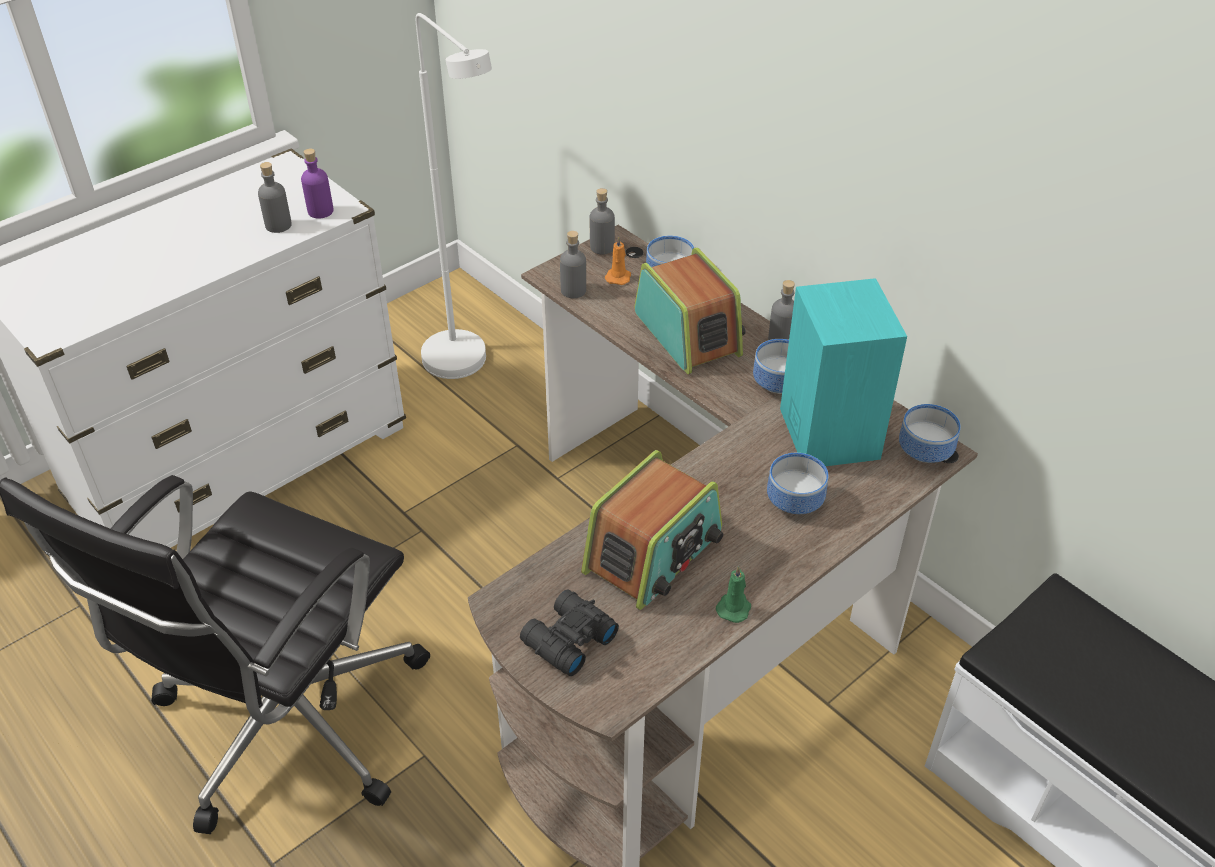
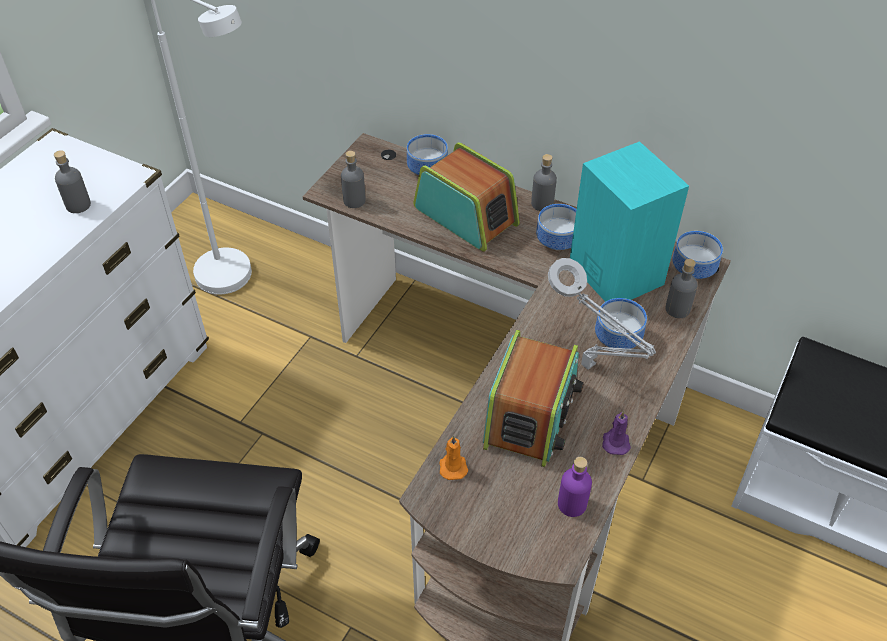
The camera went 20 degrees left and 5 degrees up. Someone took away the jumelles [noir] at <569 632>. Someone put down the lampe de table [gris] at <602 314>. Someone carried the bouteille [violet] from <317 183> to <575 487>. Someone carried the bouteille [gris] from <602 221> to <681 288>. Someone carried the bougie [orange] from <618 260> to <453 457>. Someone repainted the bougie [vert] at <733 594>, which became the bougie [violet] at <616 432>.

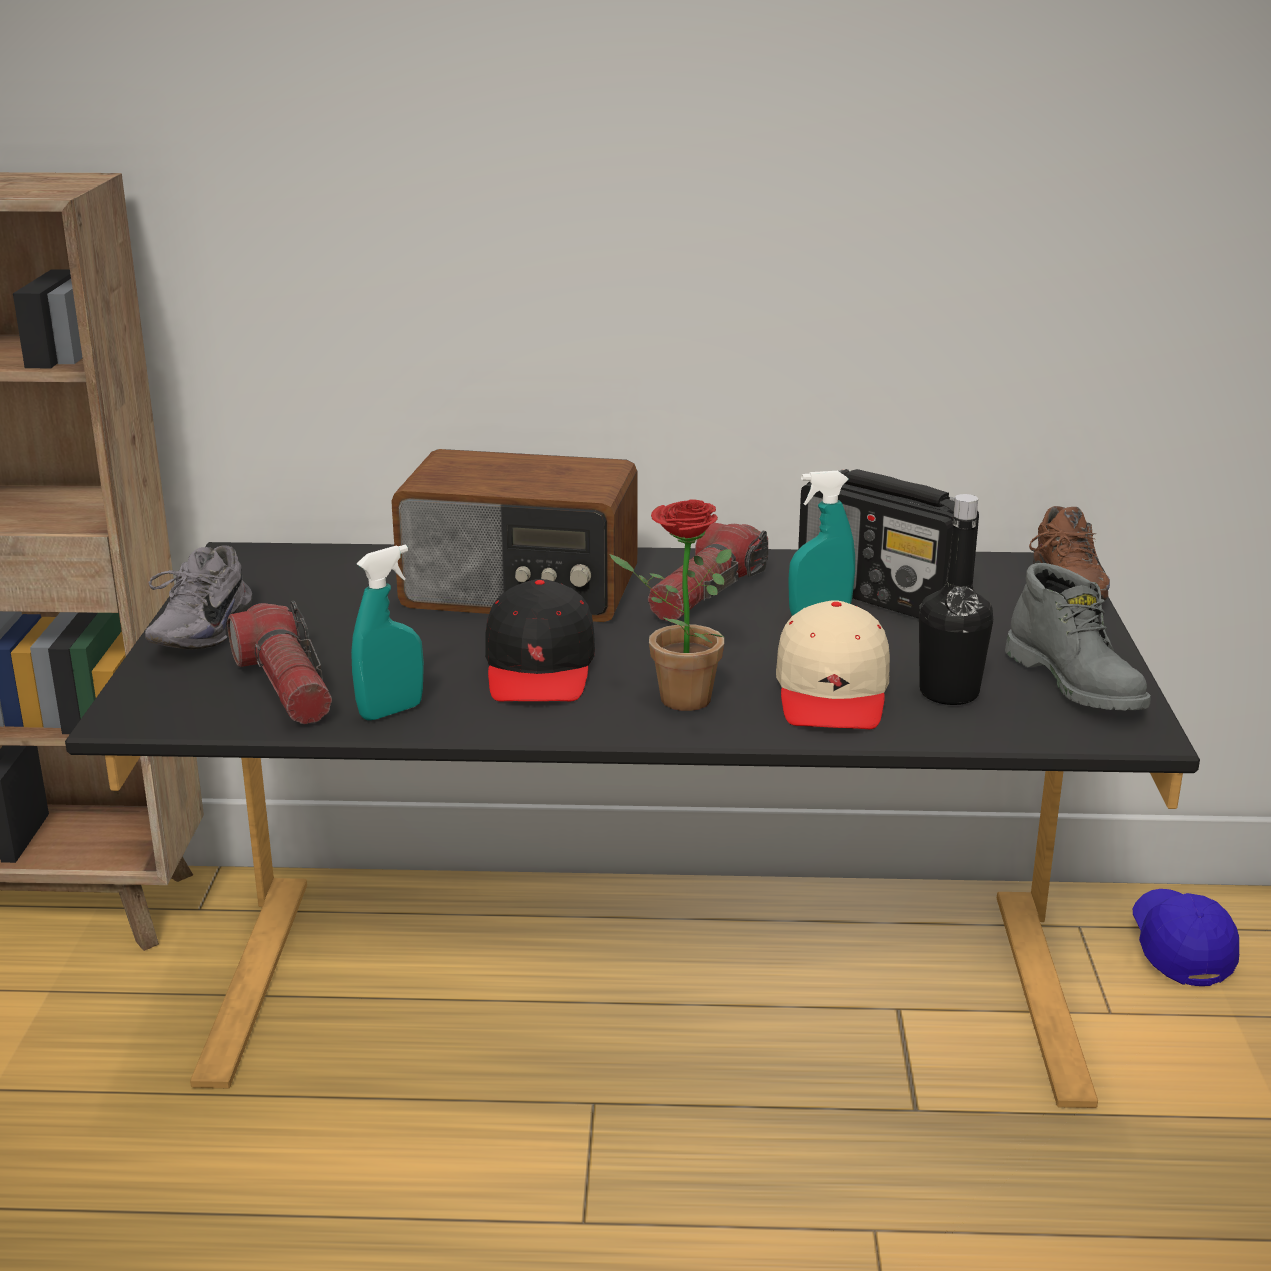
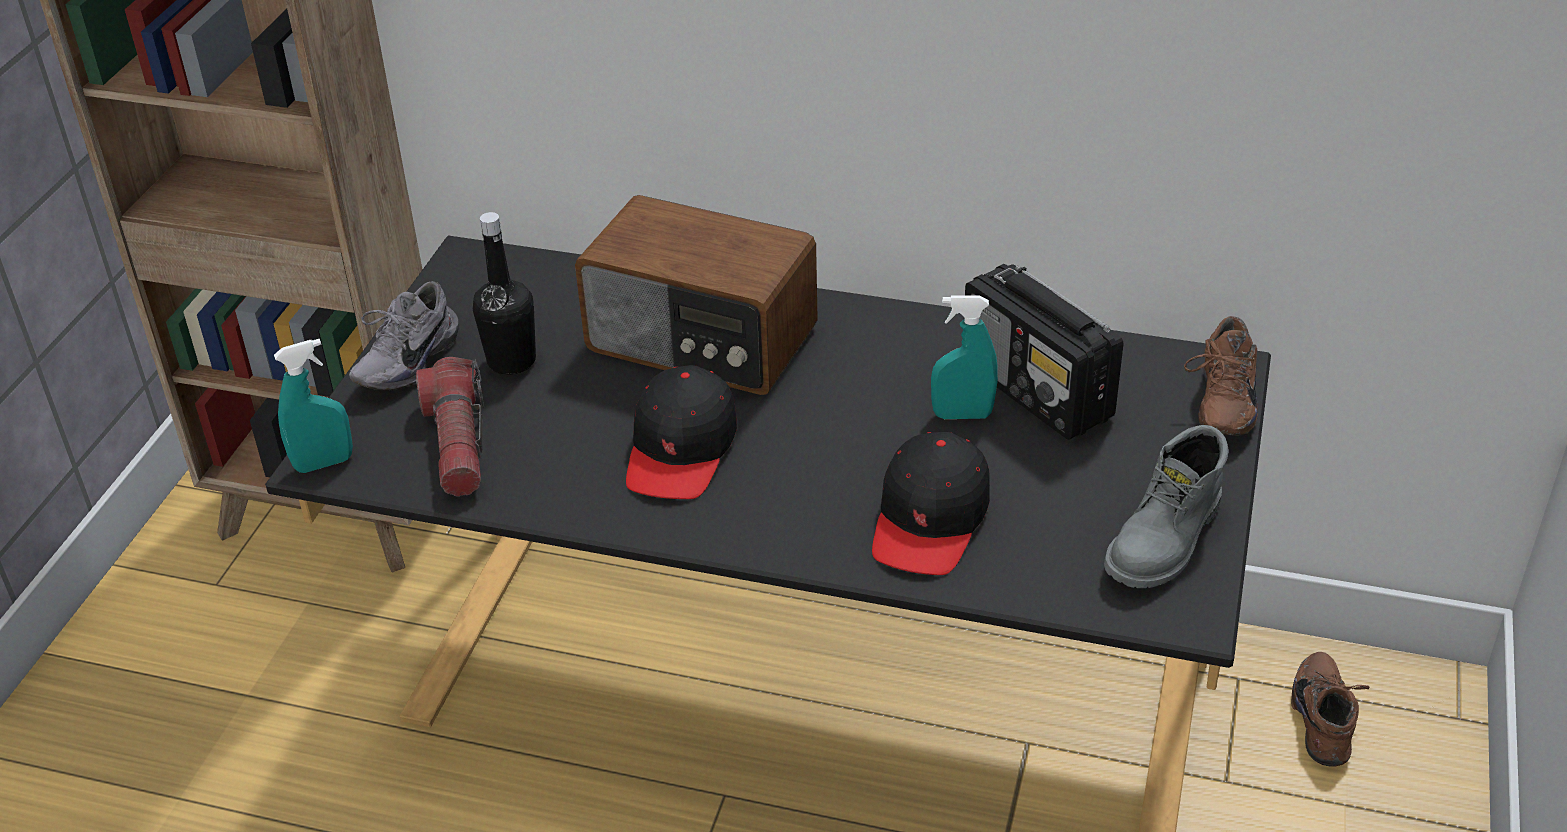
The camera went 15 degrees right and 15 degrees up. Someone took away the plante en pot at <671 605>. Someone took away the lampe de poche at <708 572>. Someone carried the vaporisateur [turquoise] from <387 632> to <313 406>. Someone carried the bouteille [noir] from <956 599> to <504 293>. Someone swapped the casquette [bleu] at <1186 937> for the chaussure [marron] at <1330 709>. Someone repainted the casquette [beige] at <833 664>, which became the casquette [noir] at <931 503>. Someone rotated the botte [gris] at <1078 637> by 45 degrees clockwise.

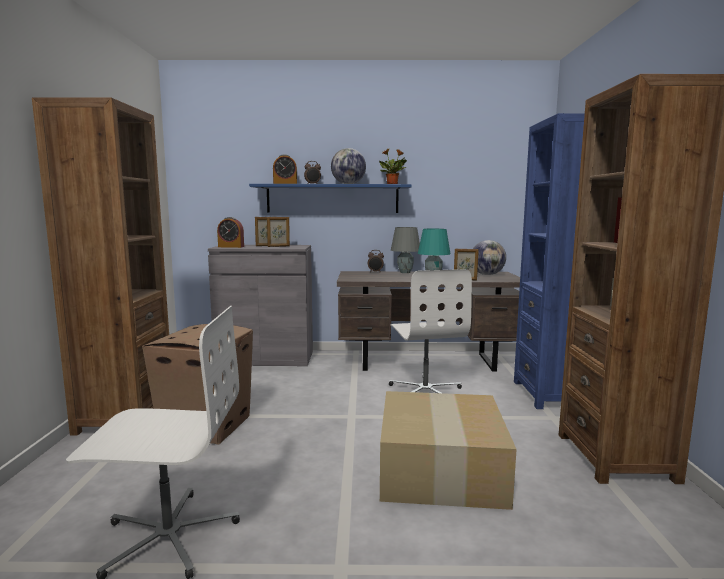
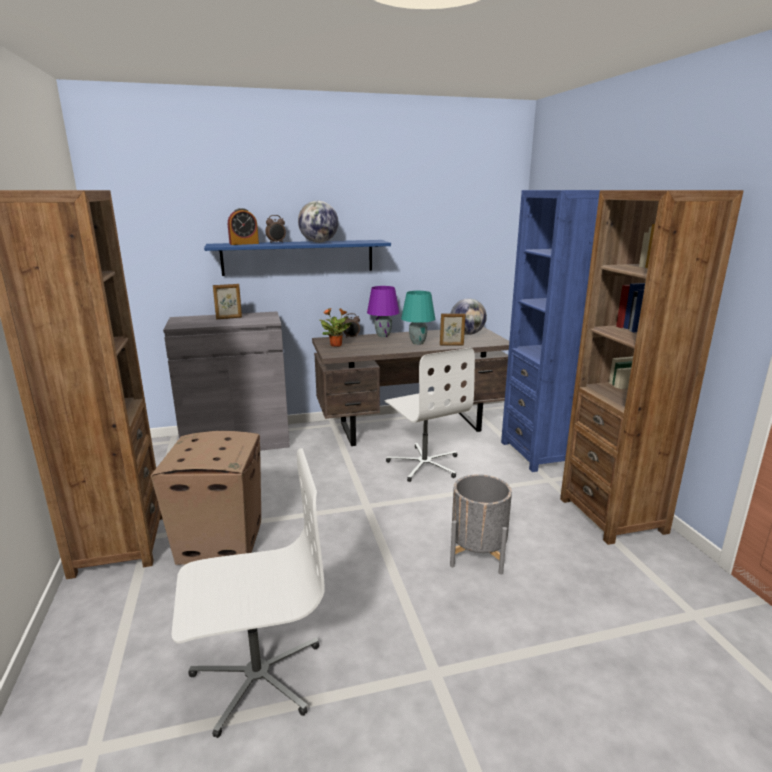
The camera went 15 degrees left and 10 degrees up. Someone took away the réveil at <230 232>. Someone took away the cadre photo at <278 232>. Someone carried the plante en pot from <393 166> to <335 327>. Someone swapped the carton at <448 450> for the cache-pot [gris] at <481 524>. Someone repainted the lampe de table [gris] at <405 250>, which became the lampe de table [violet] at <383 311>.

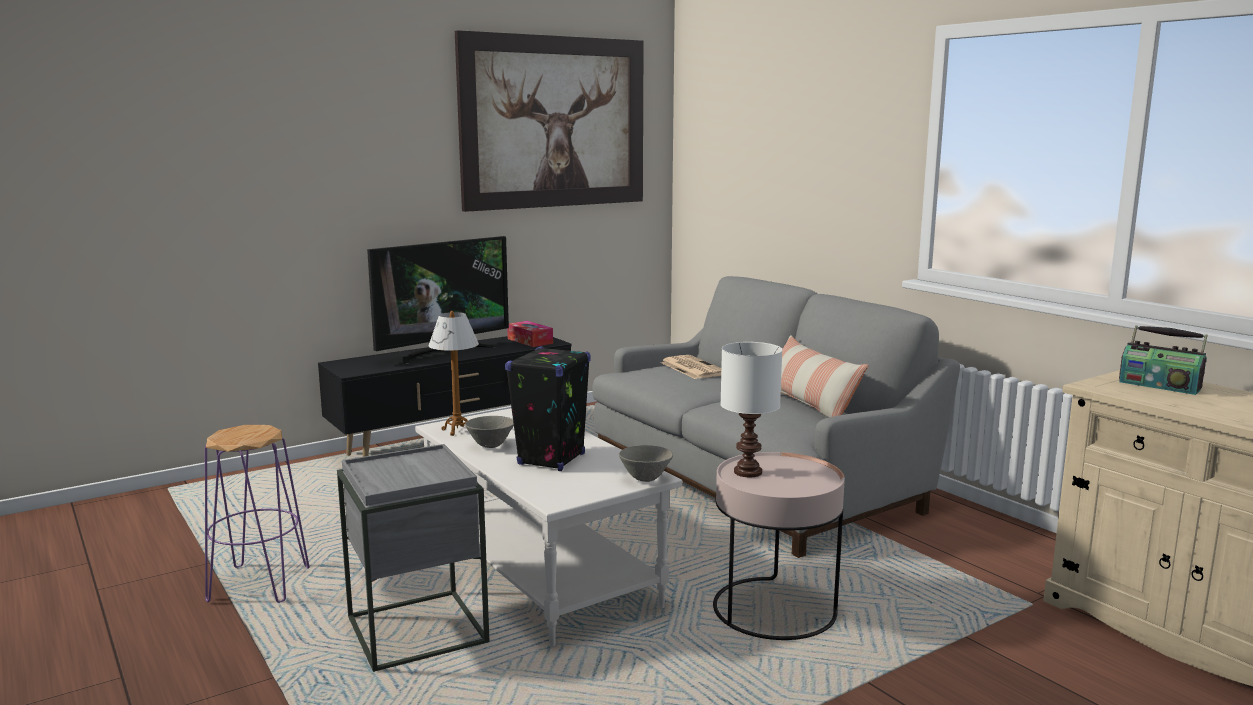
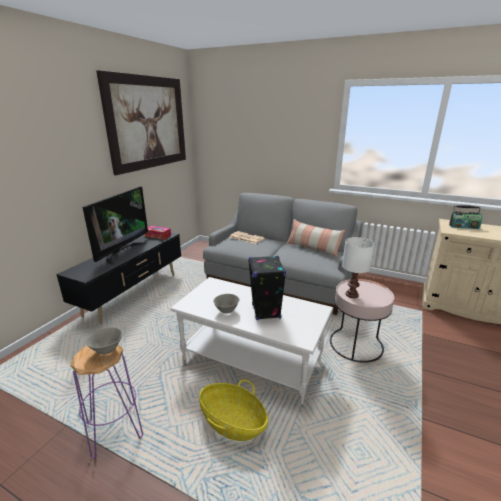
The camera went 30 degrees left and 10 degrees up. Someone took away the lampe de table at <453 373>. Someone carried the bol [gris] from <646 463> to <104 340>. Someone swapped the table d'appoint [gris] at <413 558> for the panier at <233 410>.

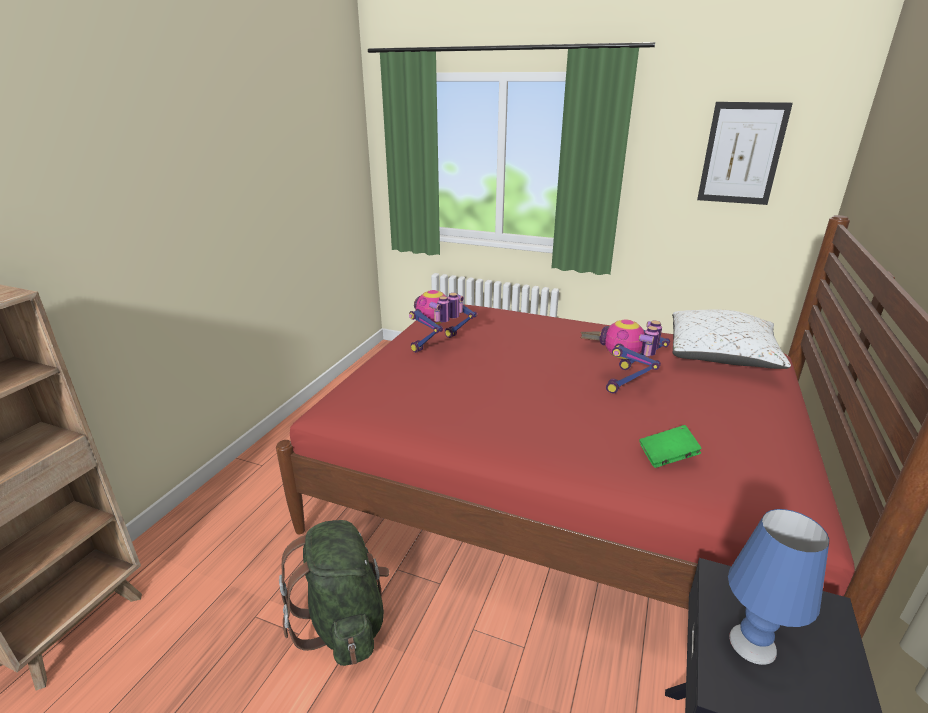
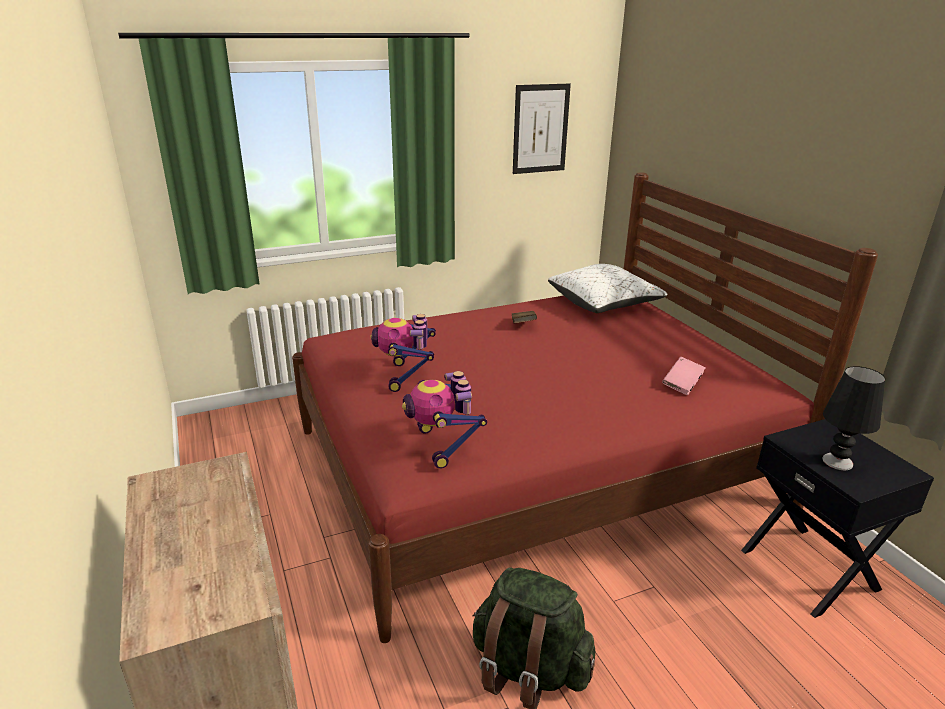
The camera went 45 degrees left and 0 degrees up. Someone carried the robot jouet from <635 357> to <444 420>. Someone repainted the livre [vert] at <670 446>, which became the livre [rose] at <684 376>. Someone repainted the lampe de table [bleu] at <778 587>, which became the lampe de table [noir] at <853 418>.

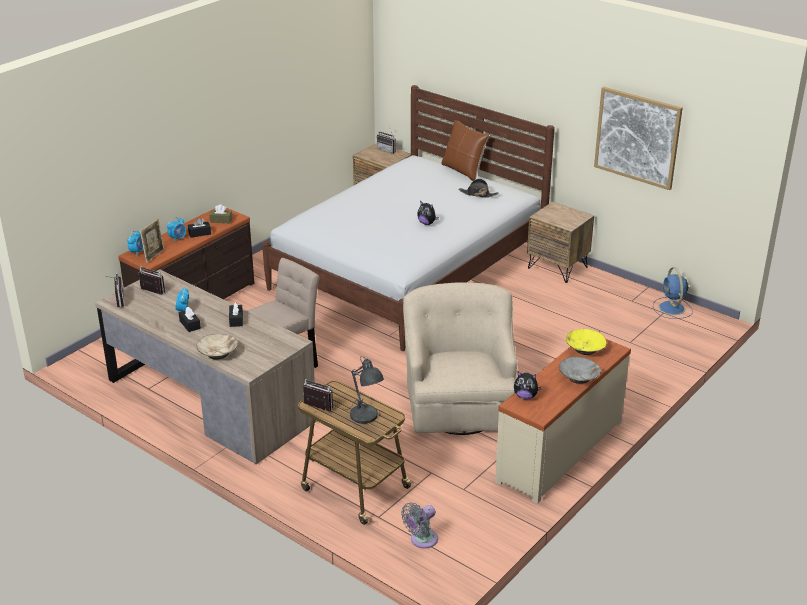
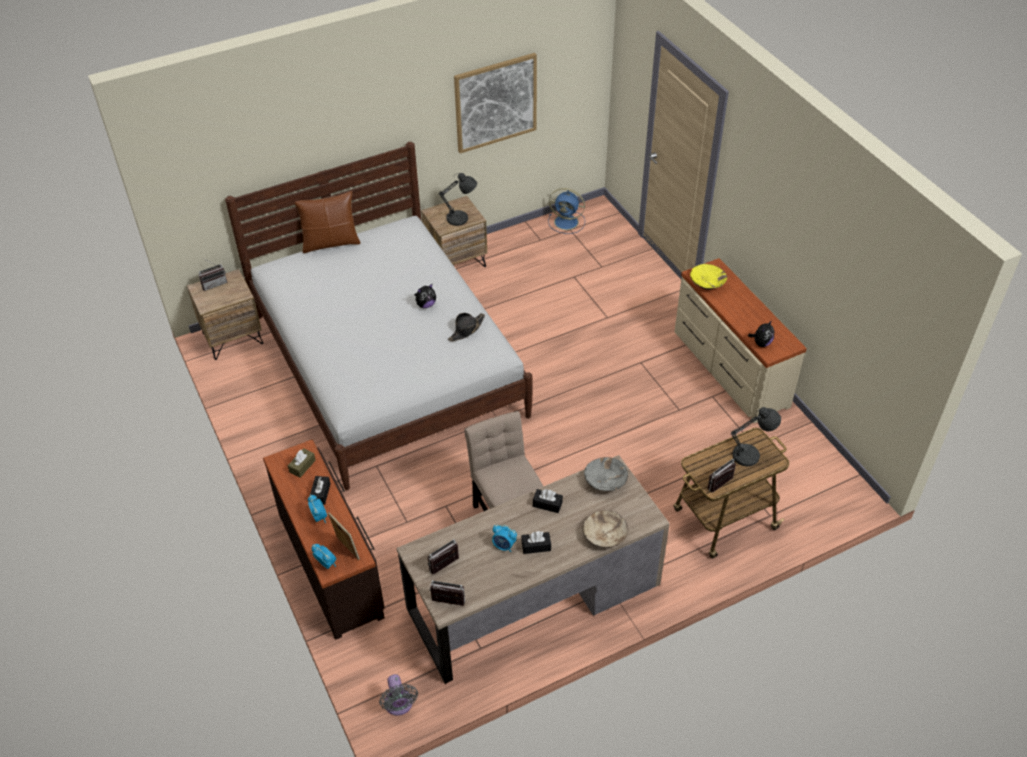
The camera went 65 degrees left and 15 degrees up. Someone took away the fauteuil [beige] at <460 358>. Someone put down the lampe de table [gris] at <458 199>. Someone carried the ventilateur [gris] from <419 525> to <398 695>. Someone carried the chapeau [noir] from <478 188> to <466 327>. Someone carried the bol [gris] from <580 370> to <606 474>.

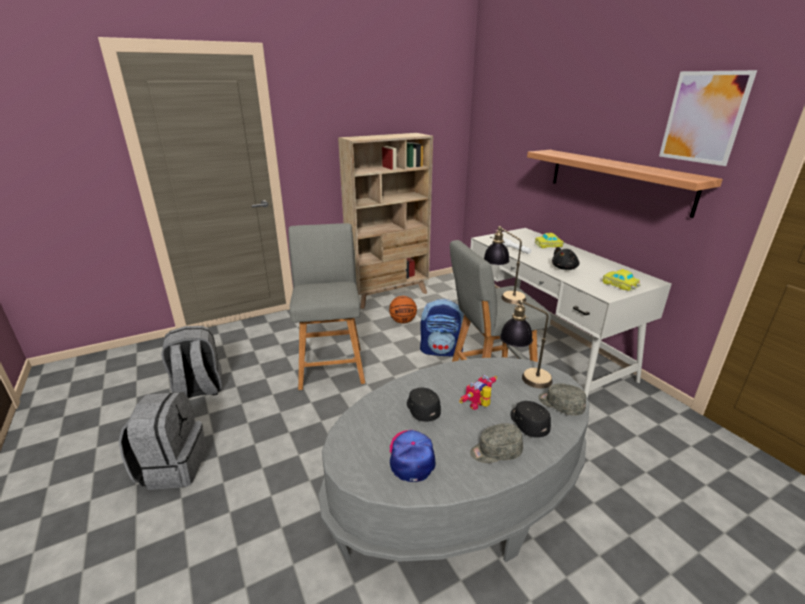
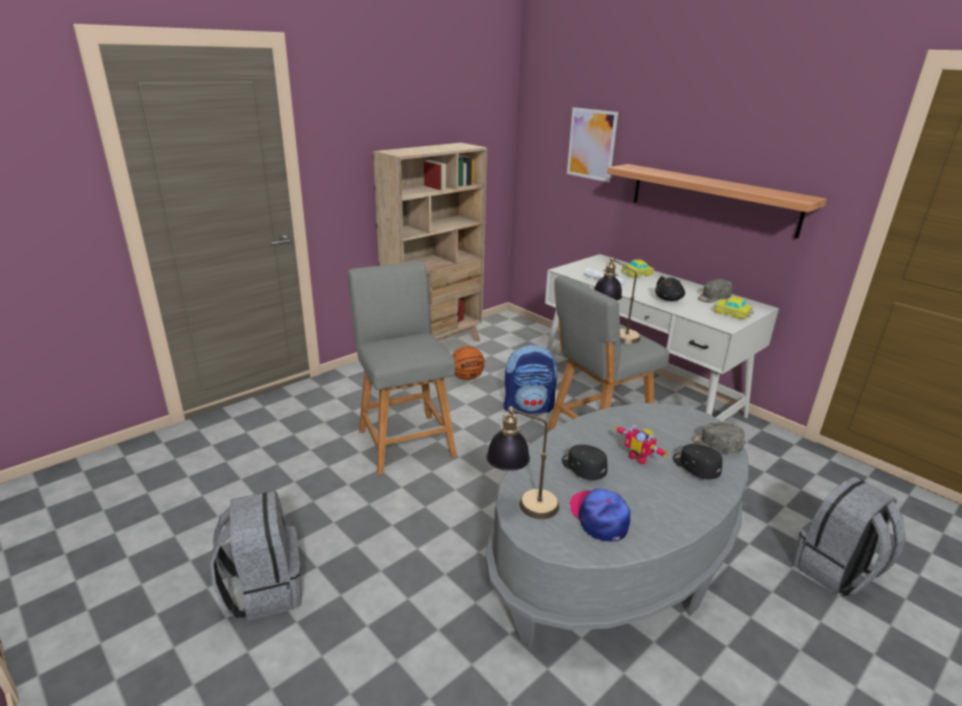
The camera went 15 degrees left and 0 degrees up. Someone carried the sac à dos [gris] from <191 362> to <849 536>. Someone carried the casquette [gris] from <496 443> to <714 291>. Someone carried the lampe de table from <526 343> to <522 462>. Someone carried the tableau from <708 118> to <592 144>. Someone rotated the robot jouet at <478 392> by 75 degrees counterclockwise.

